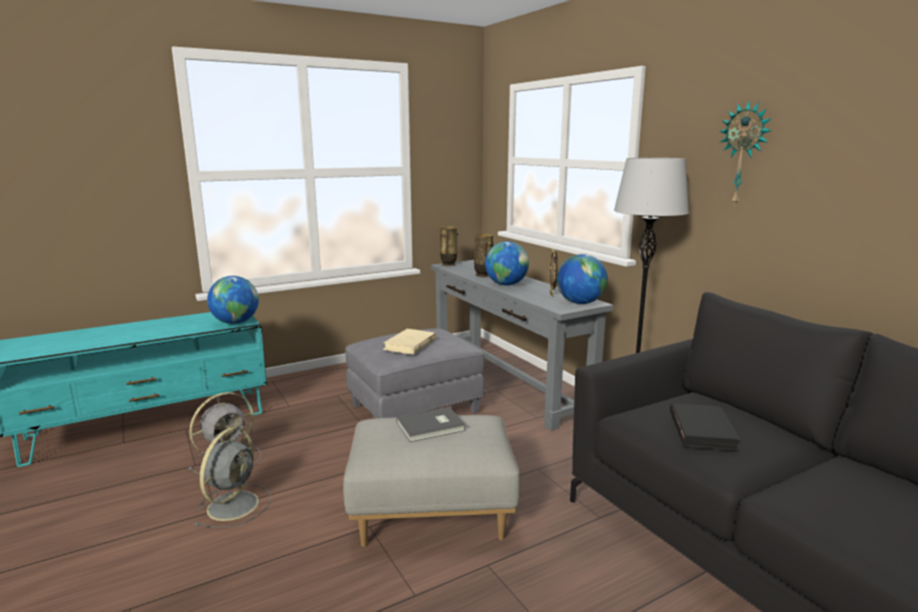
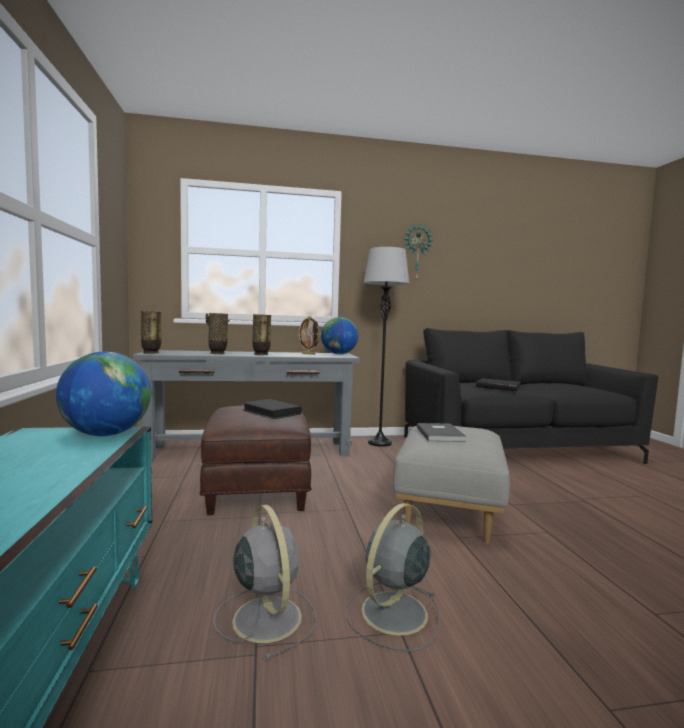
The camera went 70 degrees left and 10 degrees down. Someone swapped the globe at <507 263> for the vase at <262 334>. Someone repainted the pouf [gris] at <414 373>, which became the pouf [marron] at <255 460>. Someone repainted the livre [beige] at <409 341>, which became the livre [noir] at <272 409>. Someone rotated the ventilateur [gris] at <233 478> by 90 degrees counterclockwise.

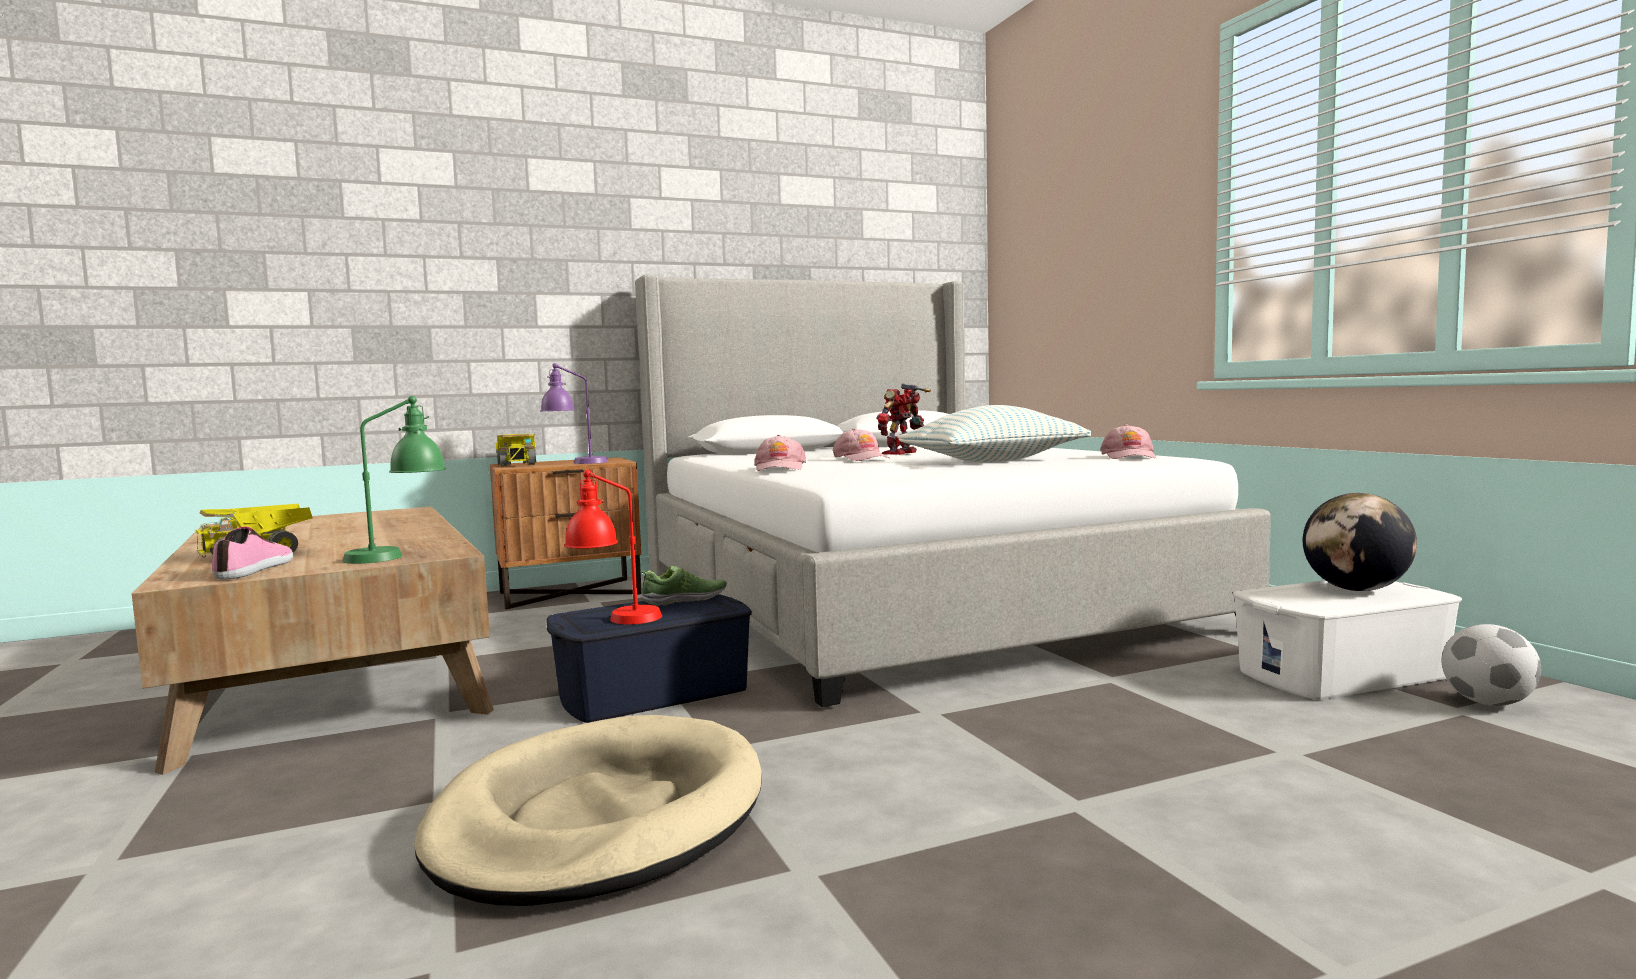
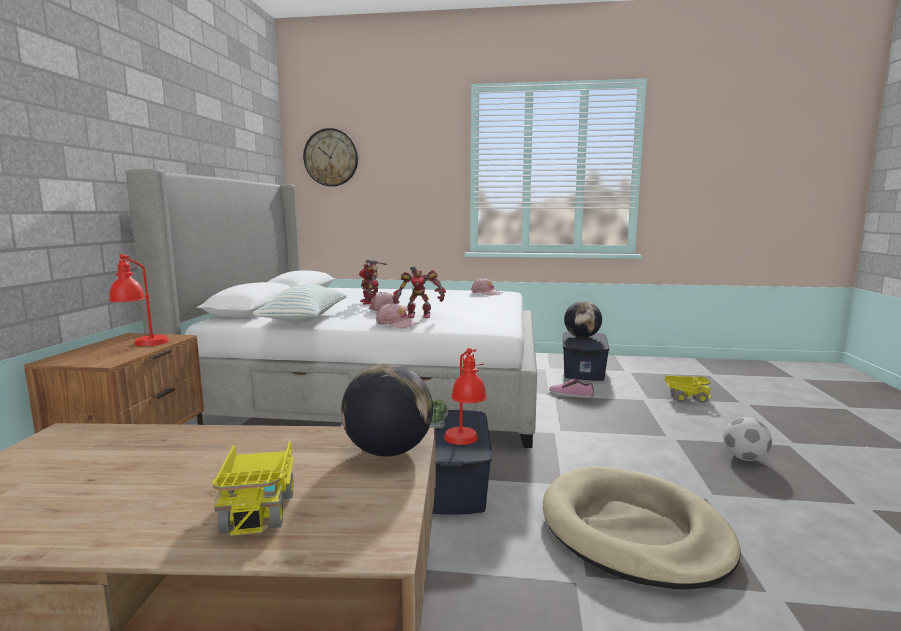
The camera went 60 degrees left and 5 degrees up. Someone put up the horloge murale at <330 157>. Someone put down the robot jouet at <419 292>. Someone carried the chaussure from <252 553> to <571 388>. Someone carried the camion jouet from <516 450> to <688 389>. Someone carried the coussin from <994 433> to <300 303>. Someone carried the ballon de foot from <1491 665> to <747 439>. Someone swapped the lampe de table [vert] at <394 480> for the globe at <387 410>. Someone repainted the lampe de table [violet] at <574 413>, which became the lampe de table [rouge] at <139 300>. Someone repainted the boîte de rangement [blanc] at <1347 640>, which became the boîte de rangement [bleu] at <586 356>.

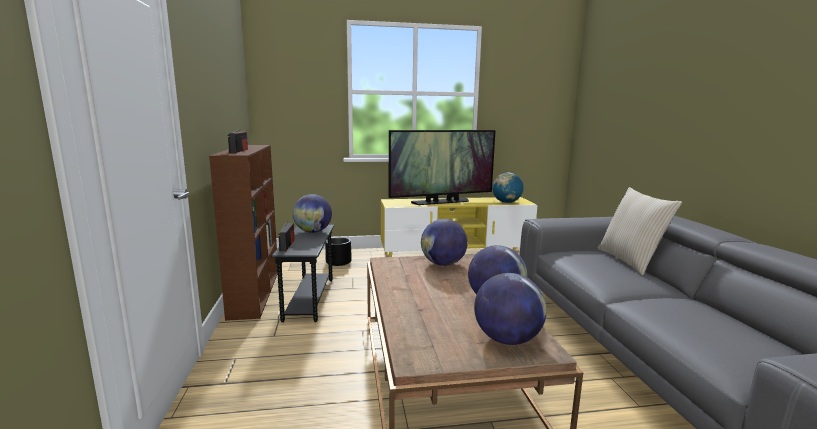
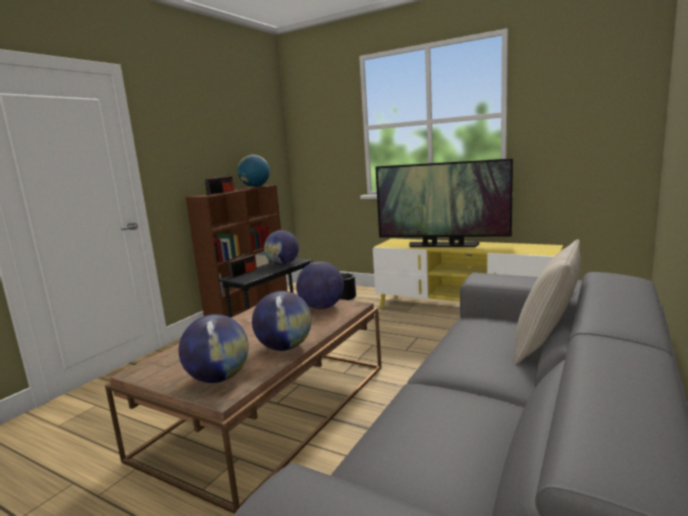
The camera went 40 degrees right and 0 degrees up. Someone carried the globe from <508 188> to <253 171>.

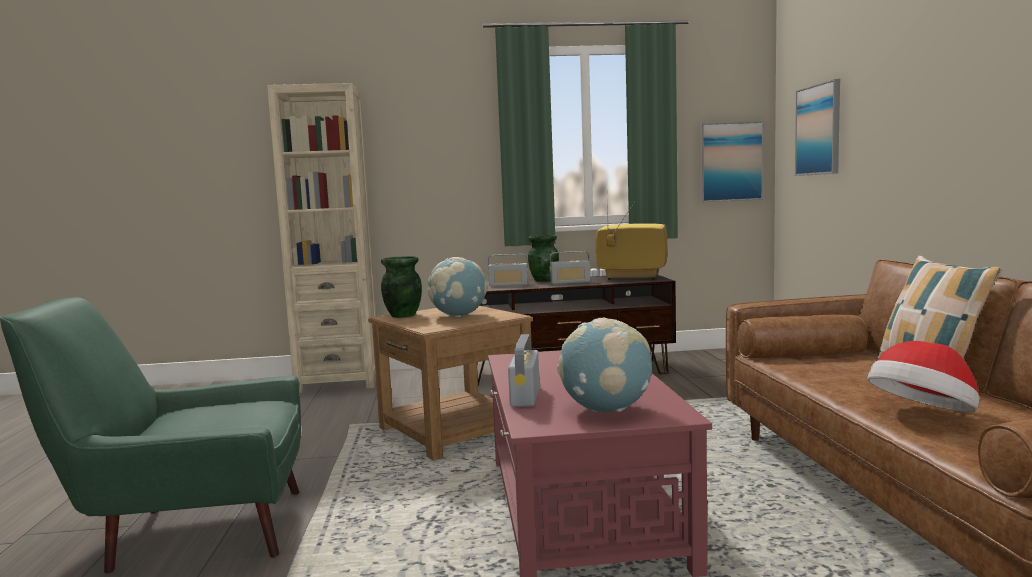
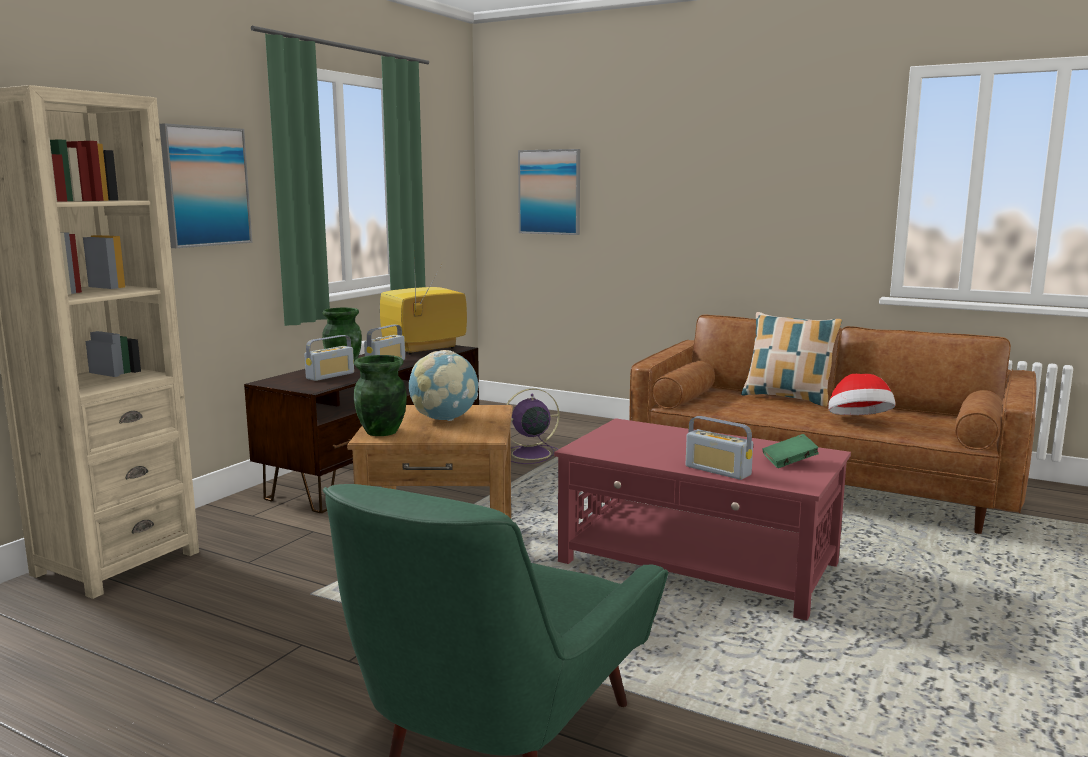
The camera went 55 degrees left and 5 degrees up. Someone put down the ventilateur [violet] at <533 426>. Someone carried the tableau from <732 162> to <205 185>. Someone swapped the globe at <604 364> for the livre [vert] at <791 451>.

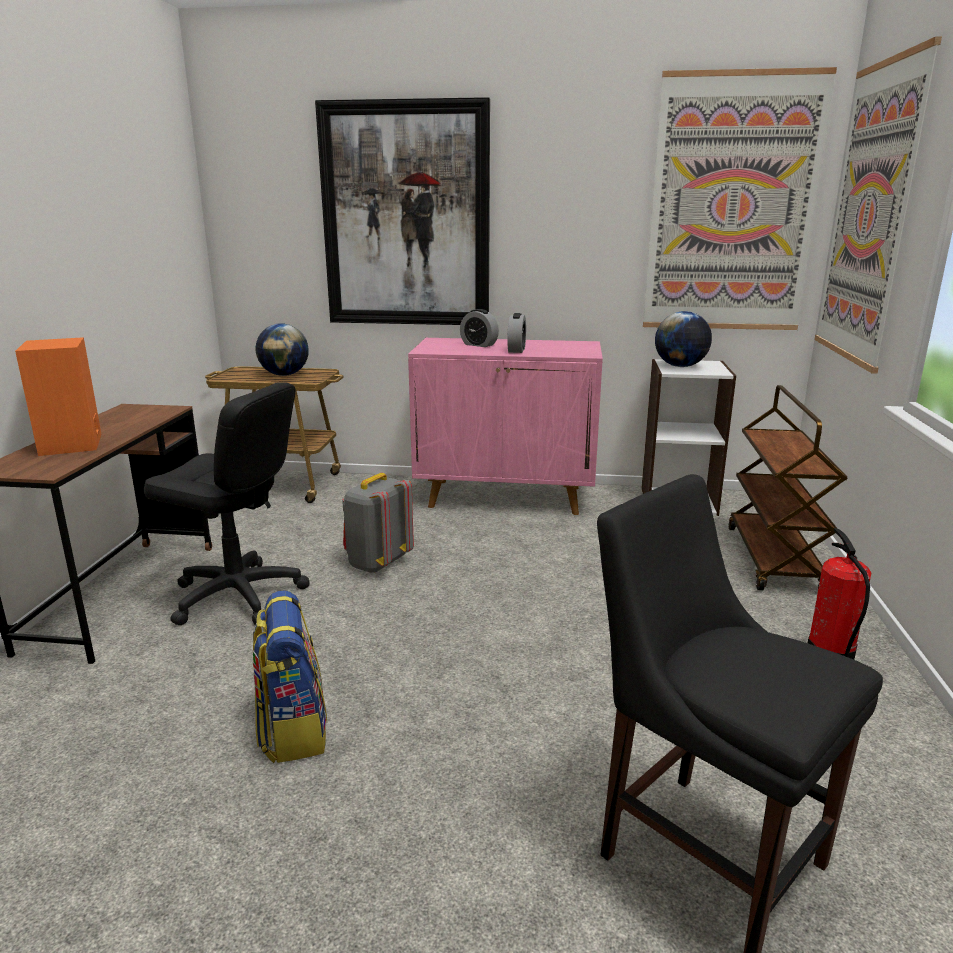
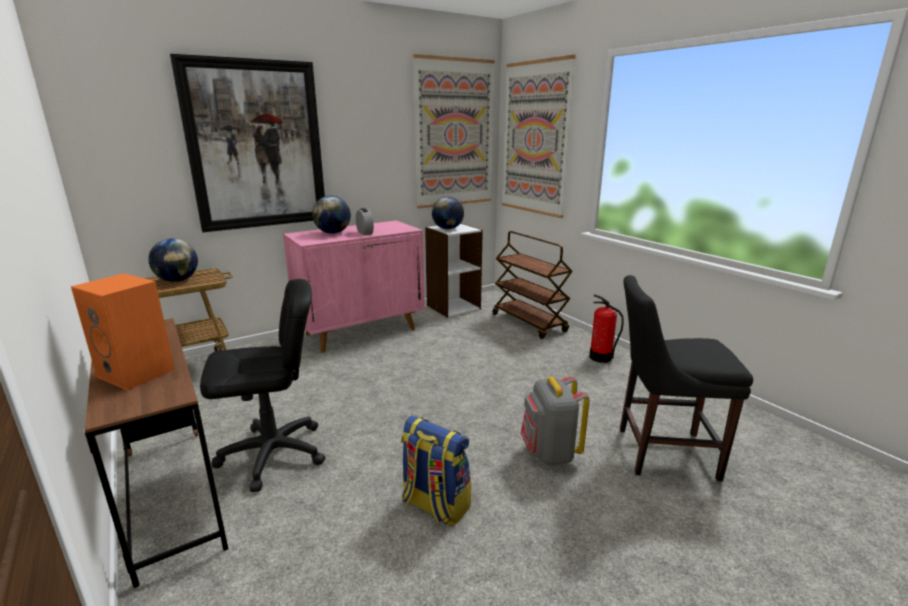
The camera went 40 degrees left and 0 degrees up. Someone carried the sac à dos [gris] from <378 523> to <555 420>. Someone swapped the réveil at <479 328> for the globe at <331 215>.

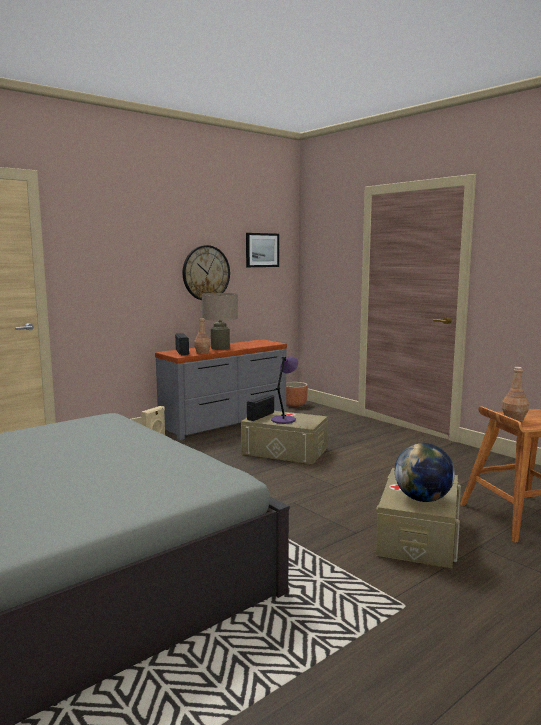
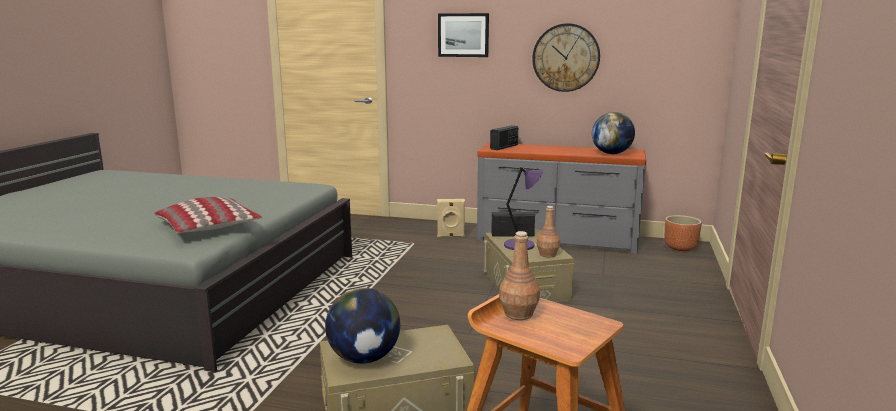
The camera went 55 degrees right and 5 degrees up. Someone took away the lampe de table [beige] at <219 321>. Someone put down the coussin at <208 215>. Someone put down the globe at <613 133>. Someone carried the bouteille [marron] from <202 336> to <548 231>. Someone carried the tableau from <262 250> to <463 35>.

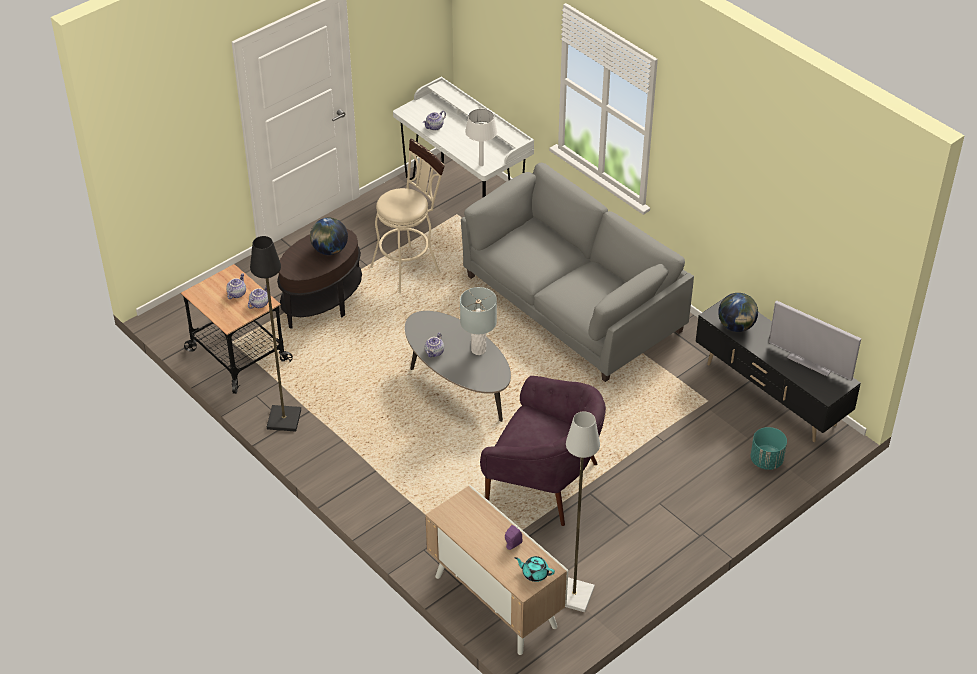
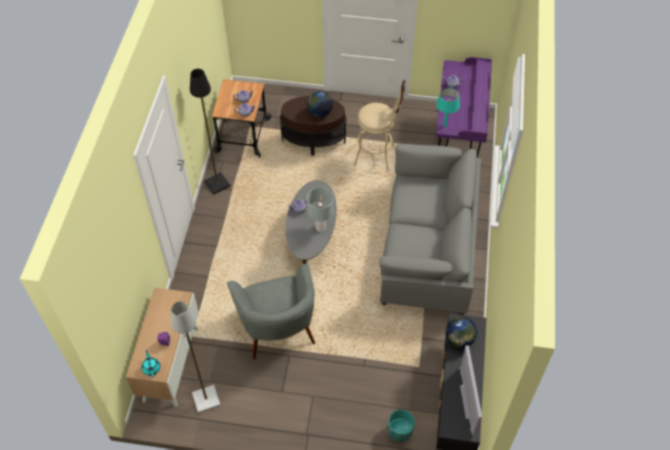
The camera went 50 degrees right and 10 degrees up. Someone repainted the bureau [blanc] at <463 136>, which became the bureau [violet] at <464 107>. Someone repainted the lampe de table [blanc] at <481 137>, which became the lampe de table [turquoise] at <448 107>. Someone repainted the fauteuil [violet] at <543 451>, which became the fauteuil [gris] at <271 311>.

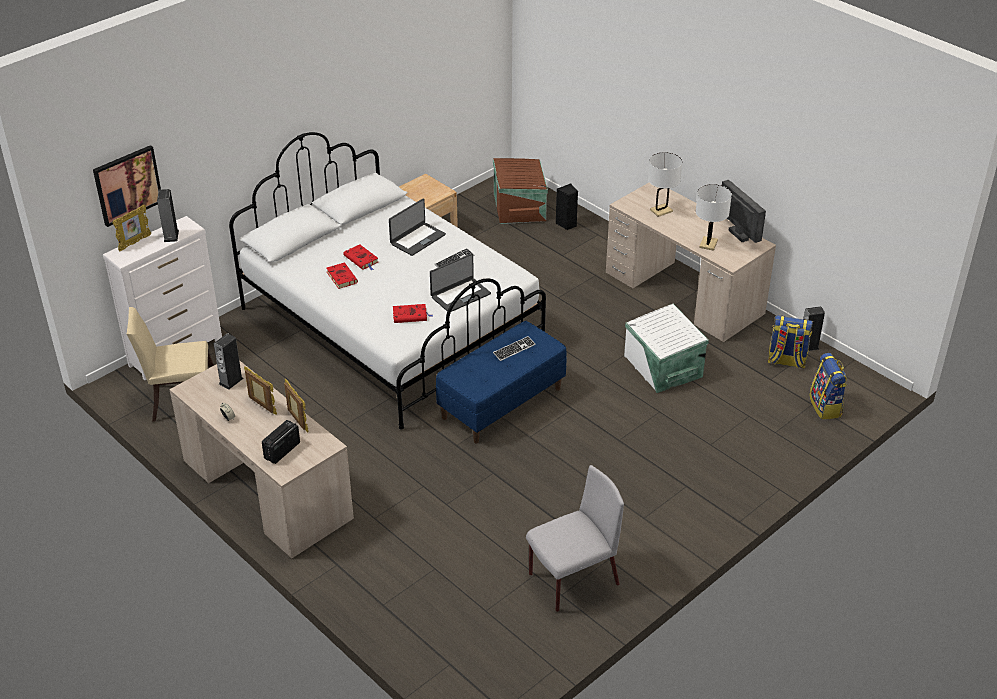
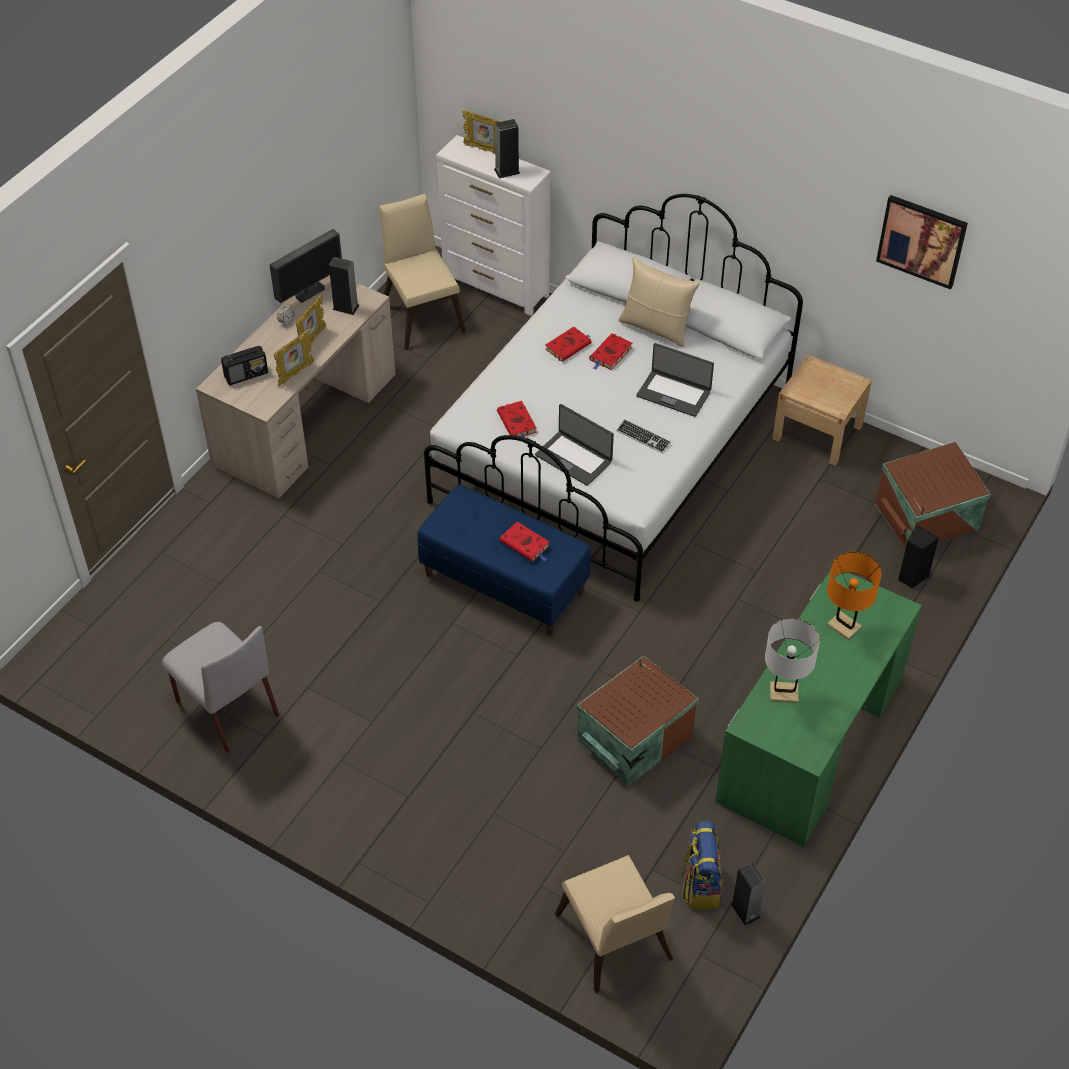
The camera went 75 degrees right and 10 degrees up. Someone put down the coussin [beige] at <659 302>. Someone carried the tableau from <127 186> to <922 242>. Someone carried the écran d'ordinateur from <744 211> to <305 266>. Someone swapped the clavier at <514 348> for the livre [rouge] at <524 542>. Someone swapped the sac à dos at <828 386> for the chaise [beige] at <615 924>. Someone repainted the bureau [beige] at <691 262>, which became the bureau [vert] at <818 708>. Someone repainted the boîte de rangement [blanc] at <666 348>, which became the boîte de rangement [marron] at <638 721>. Someone repainted the lampe de table [blanc] at <665 184>, which became the lampe de table [orange] at <854 596>. Someone rotated the radio at <281 442> by 135 degrees clockwise.

